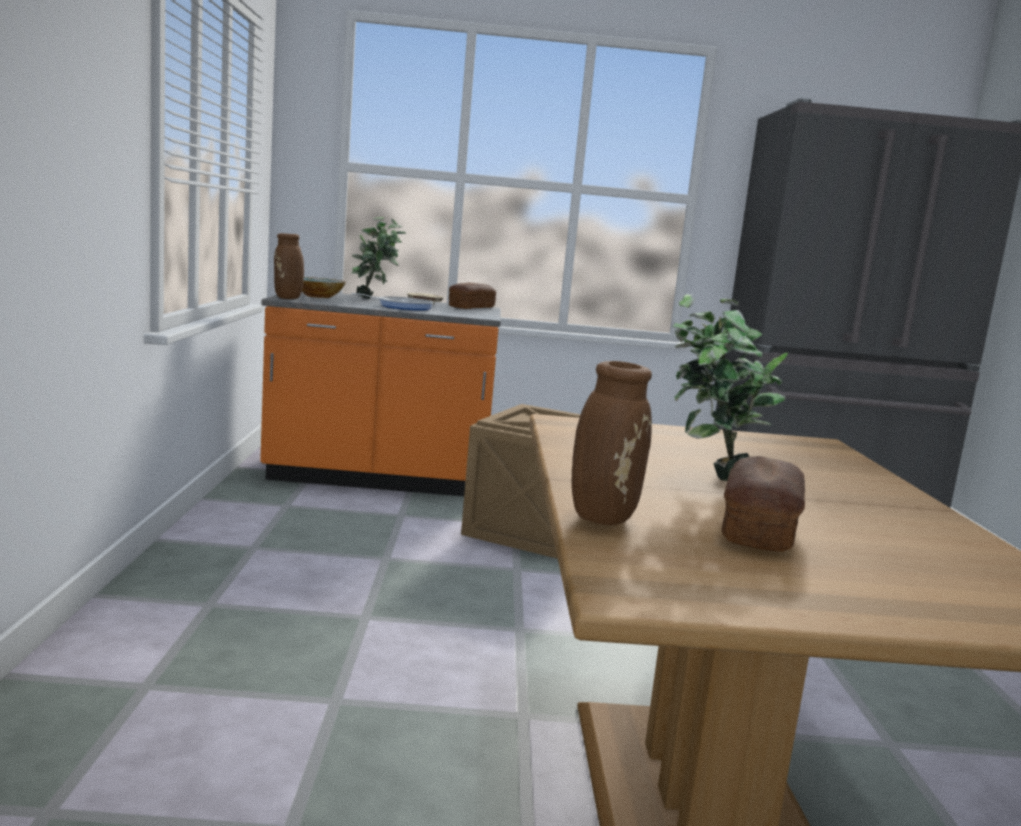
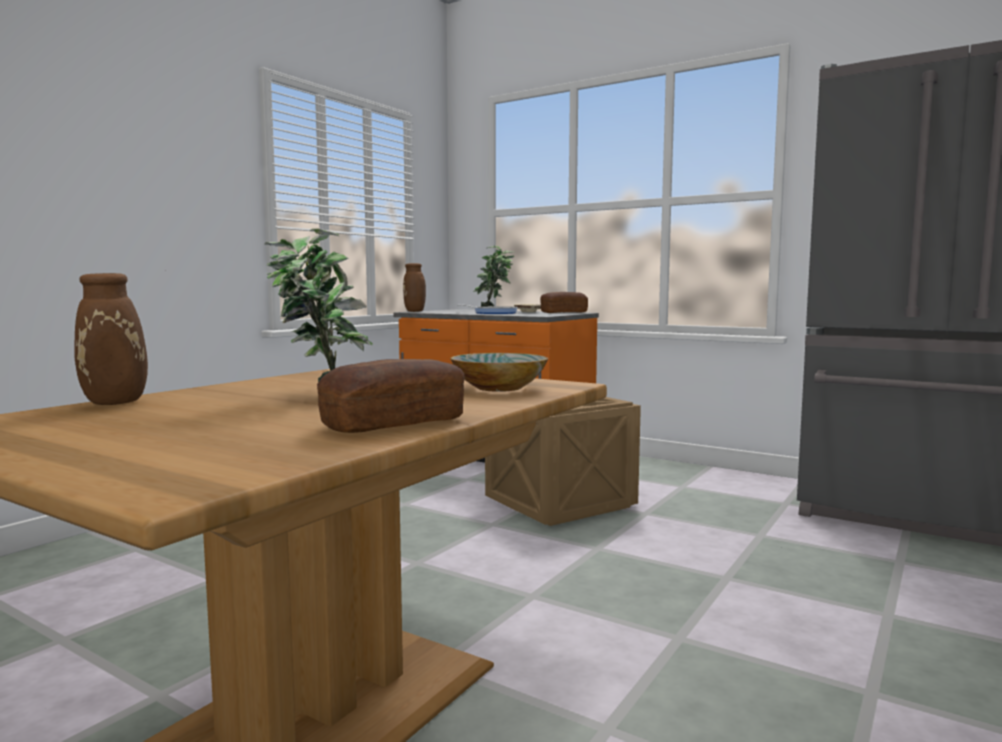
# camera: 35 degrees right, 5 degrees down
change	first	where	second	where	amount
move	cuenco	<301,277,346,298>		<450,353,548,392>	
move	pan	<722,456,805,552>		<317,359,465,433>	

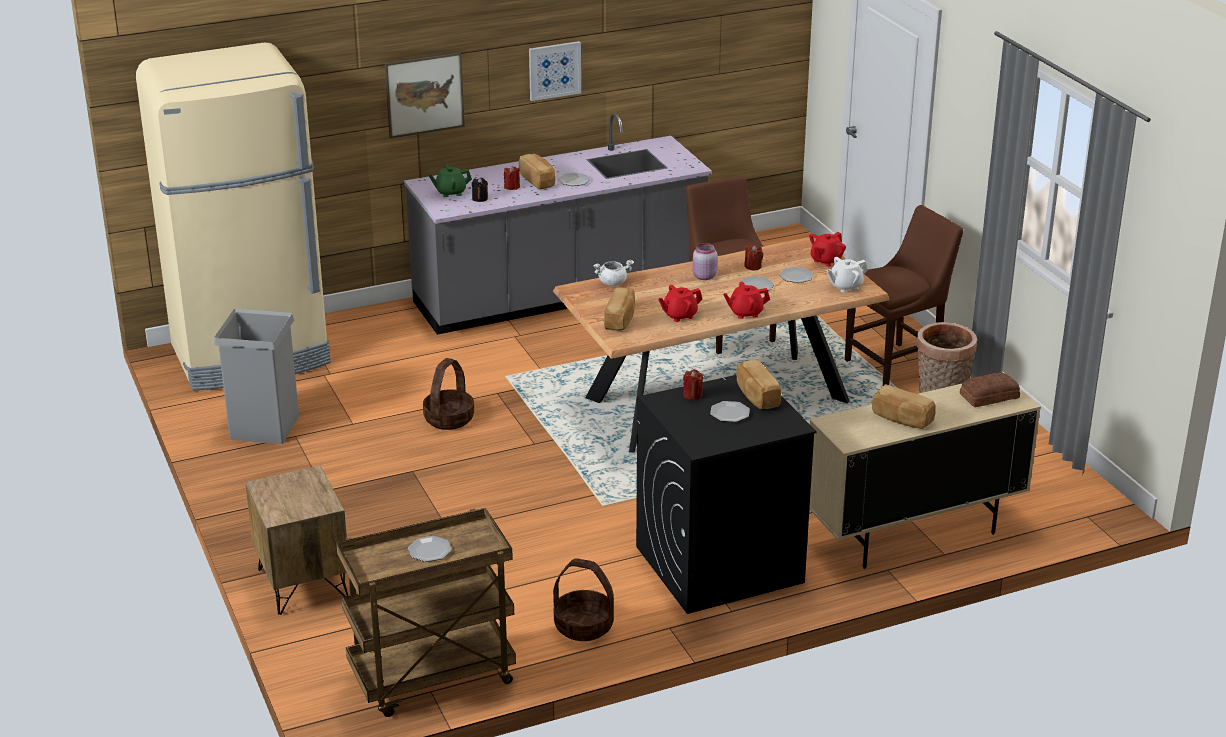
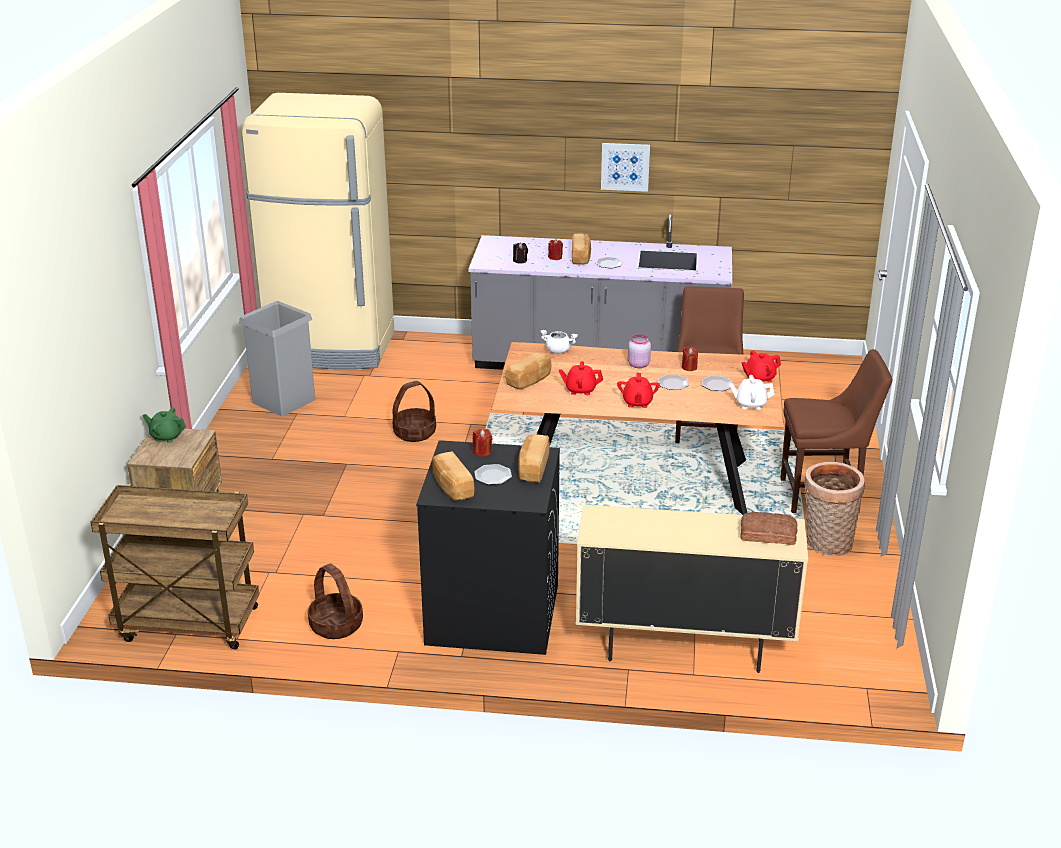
# camera: 30 degrees right, 0 degrees up
change	first	where	second	where	amount
delete	cuadro	<385,52,465,139>			
delete	plato	<408,536,452,562>			
move	tetera [verde]	<428,165,472,197>		<142,408,186,443>	
rotate	tetera [rojo]	<723,282,770,319>		<617,373,660,408>	105 degrees counterclockwise
move	pan	<872,384,936,429>		<432,451,475,501>	

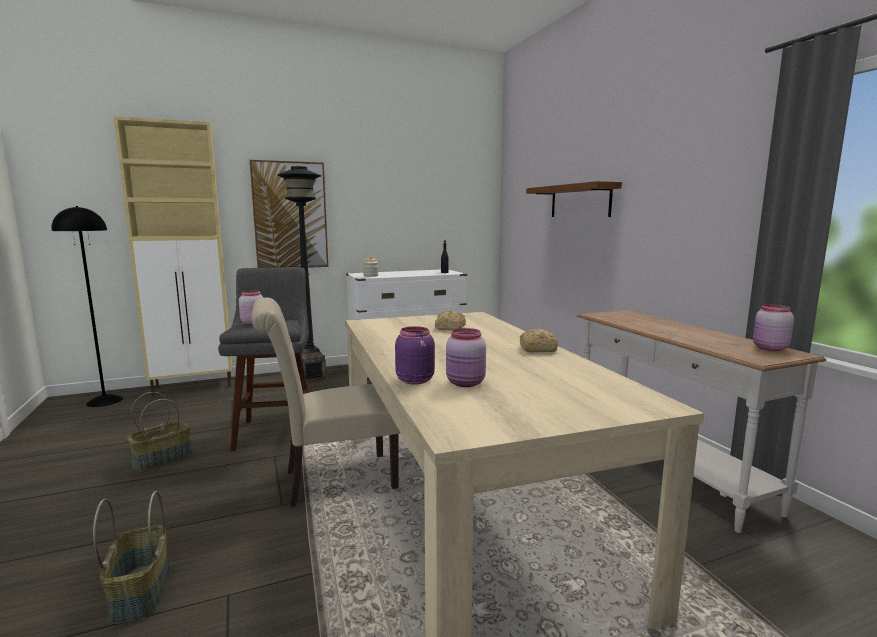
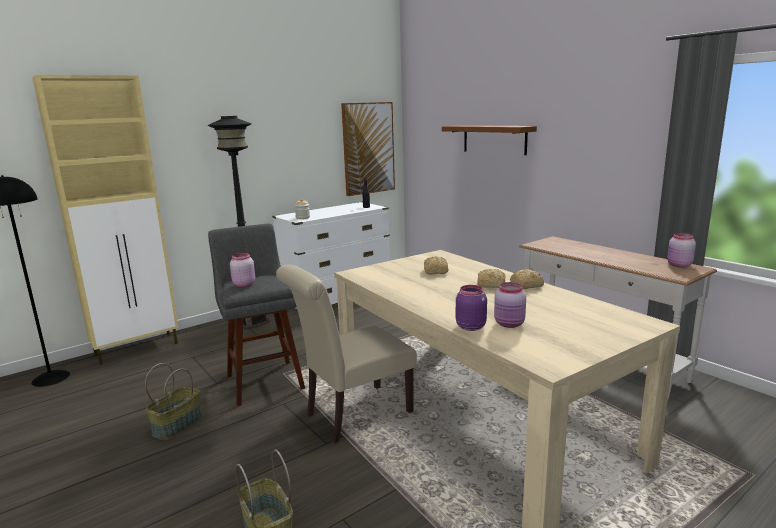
# camera: 15 degrees left, 5 degrees up
change	first	where	second	where	amount
move	cuadro	<249,160,328,268>		<341,102,395,196>	
insert			pan	<477,269,506,288>	

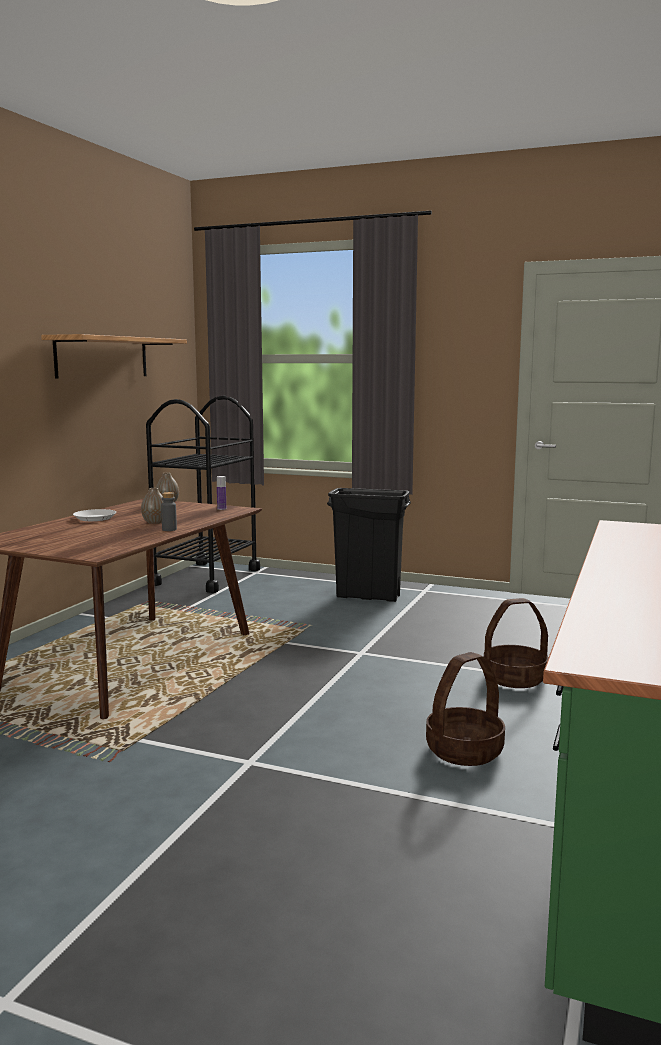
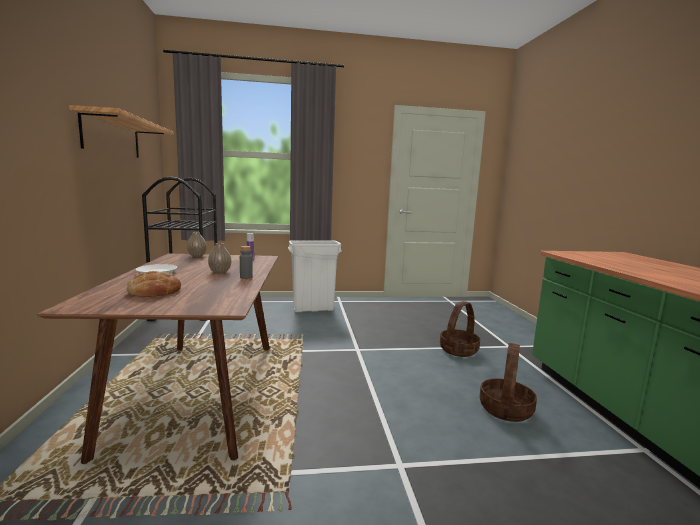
# camera: 30 degrees left, 0 degrees up
change	first	where	second	where	amount
recolor	papelera [negro]	<327,488,411,602>	papelera [blanco]	<288,240,342,312>	
insert			pan	<127,271,181,297>	

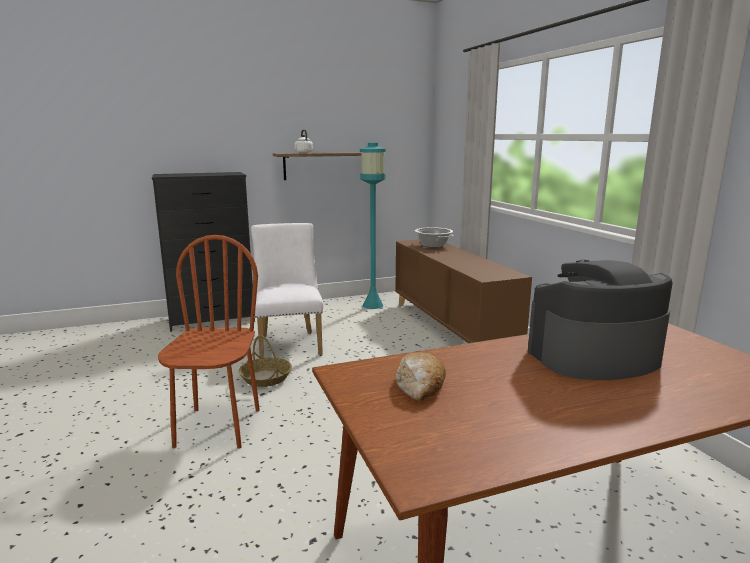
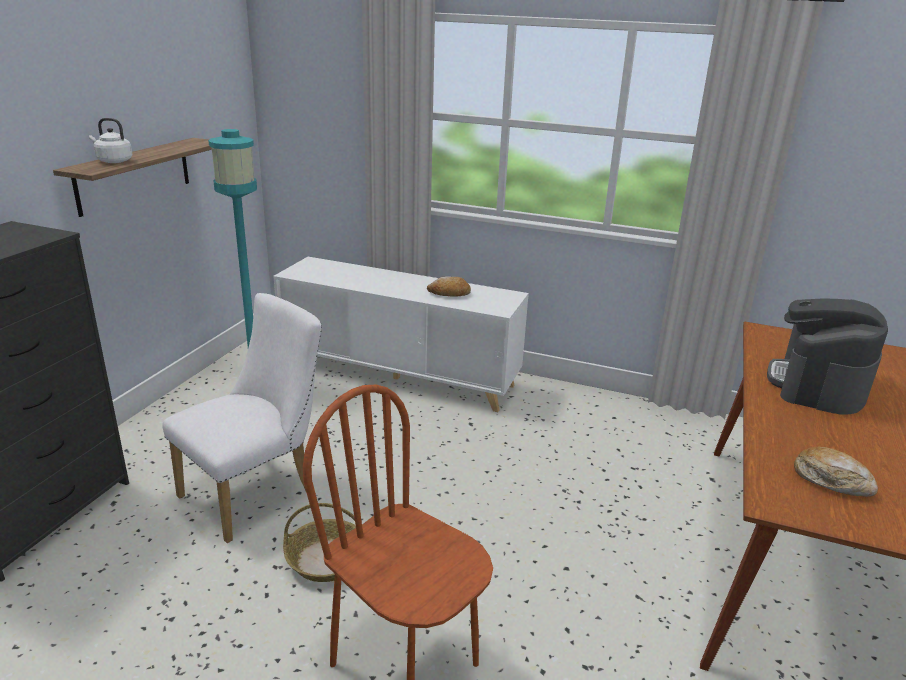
# camera: 50 degrees left, 10 degrees up
change	first	where	second	where	amount
rotate	silla [blanco]	<251,223,323,358>		<162,293,322,543>	105 degrees clockwise
recolor	armario [marrón]	<395,240,532,343>	armario [blanco]	<273,257,529,412>	
delete	olla	<415,227,454,248>			
insert			pan	<427,276,471,297>	

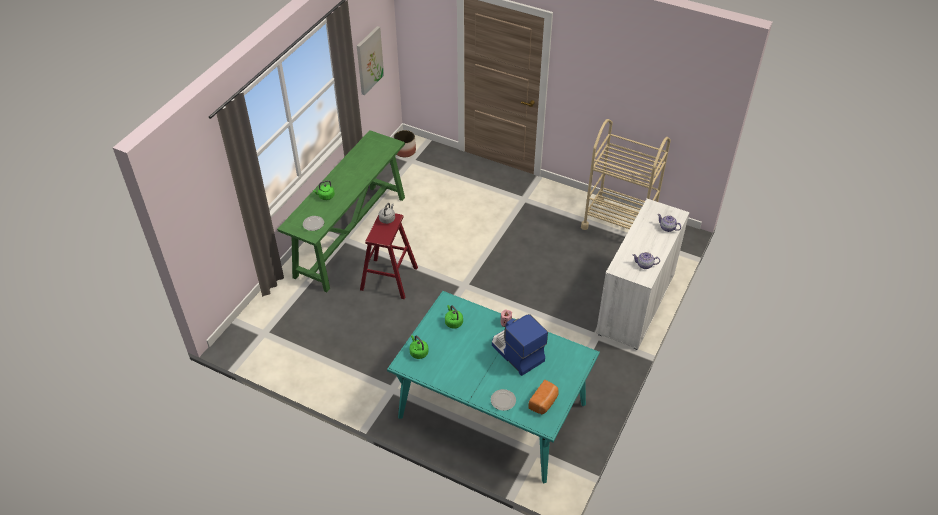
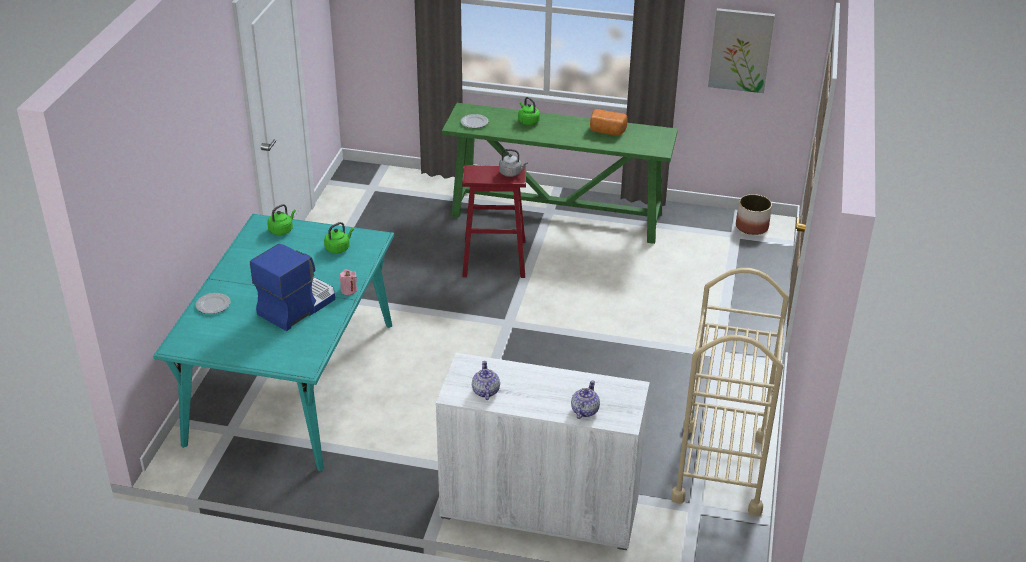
# camera: 75 degrees right, 10 degrees down
change	first	where	second	where	amount
move	pan	<528,380,559,414>		<590,109,628,136>	

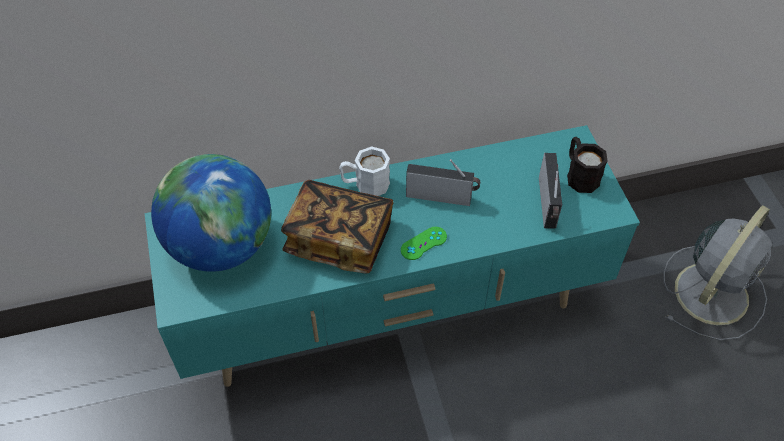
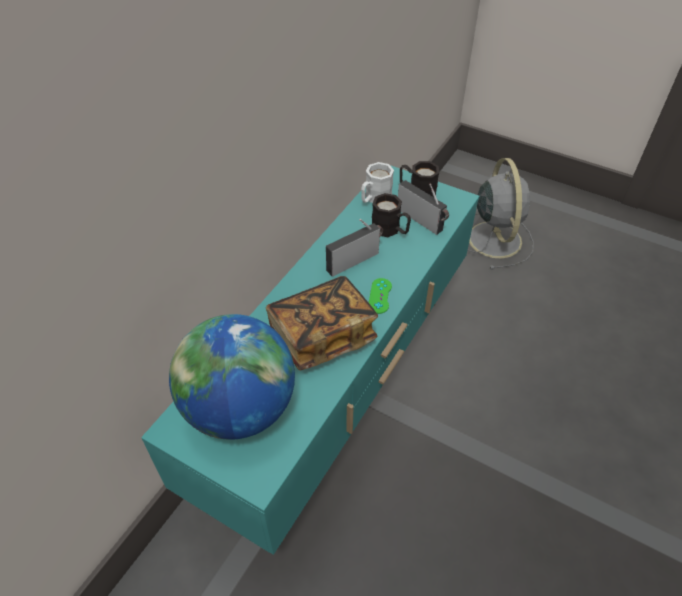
# camera: 45 degrees left, 5 degrees down
change	first	where	second	where	amount
move	taza grande [blanco]	<339,146,390,196>		<361,162,394,203>	
insert			taza grande [negro]	<372,193,411,237>	

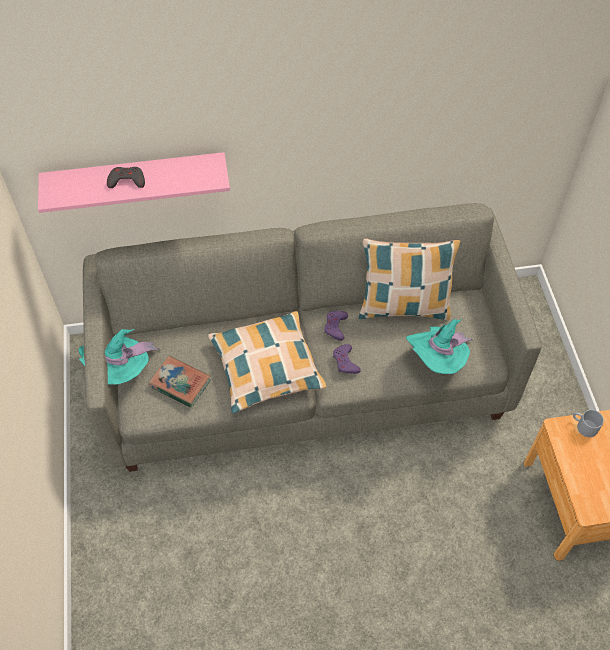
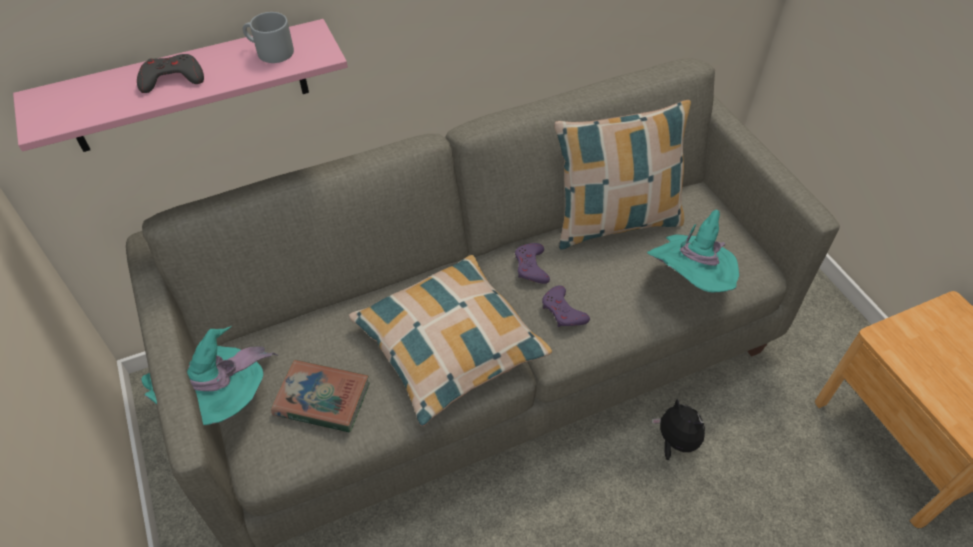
# camera: 15 degrees left, 5 degrees down
change	first	where	second	where	amount
move	taza grande [gris]	<573,410,604,437>		<243,12,294,63>	
insert			peluche	<652,399,705,460>	

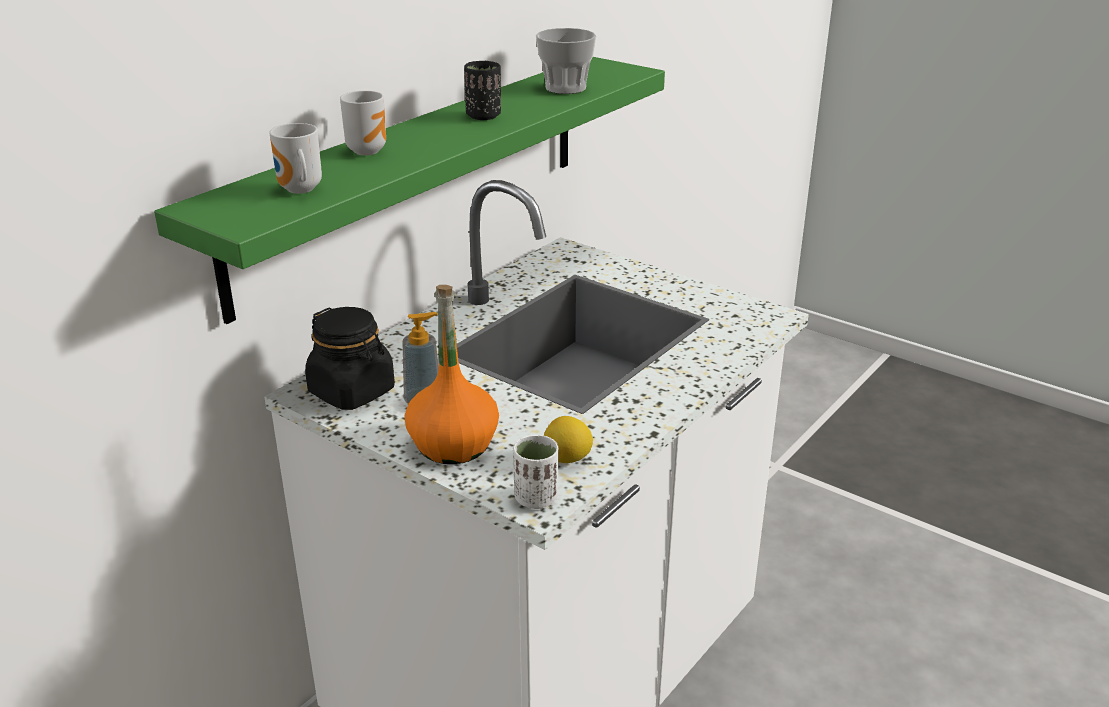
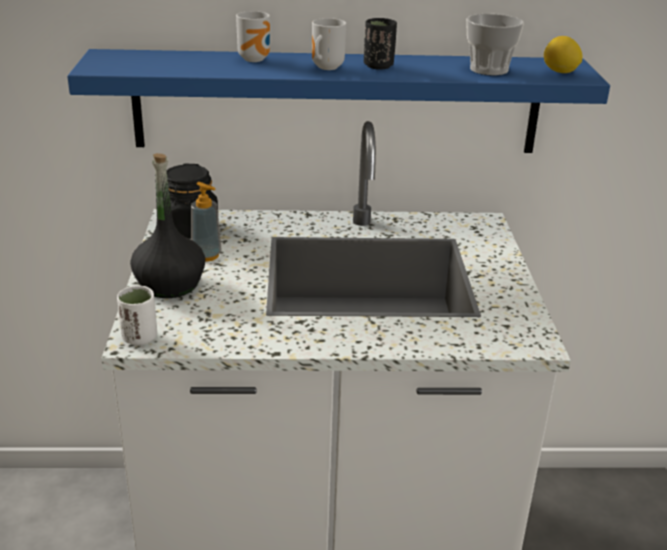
# camera: 50 degrees right, 0 degrees up
change	first	where	second	where	amount
recolor	estante [verde]	<154,57,665,324>	estante [azul]	<67,49,610,153>	
move	taza grande	<269,123,322,194>		<312,18,346,70>	
recolor	botella [naranja]	<405,285,499,464>	botella [negro]	<130,153,205,298>	
move	limón	<544,416,593,463>		<544,36,582,73>	

